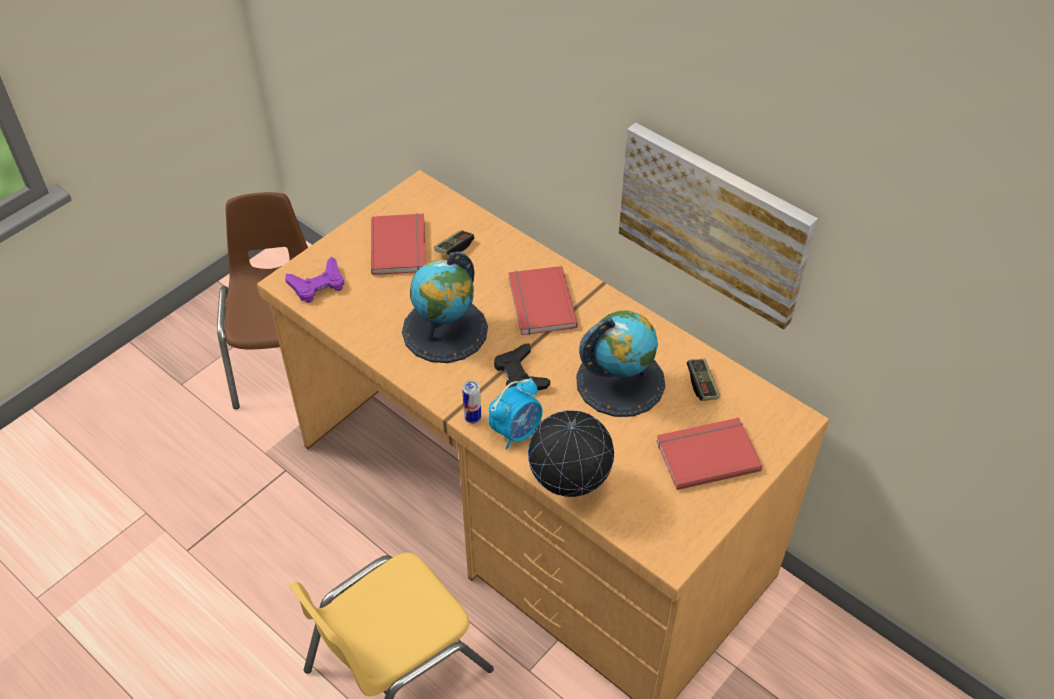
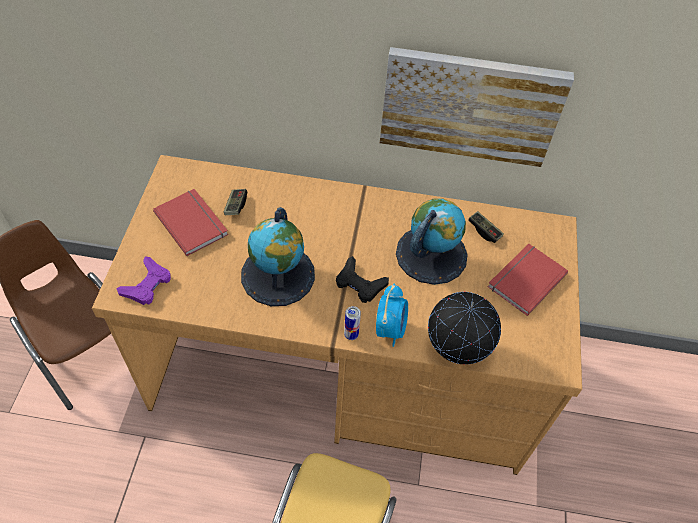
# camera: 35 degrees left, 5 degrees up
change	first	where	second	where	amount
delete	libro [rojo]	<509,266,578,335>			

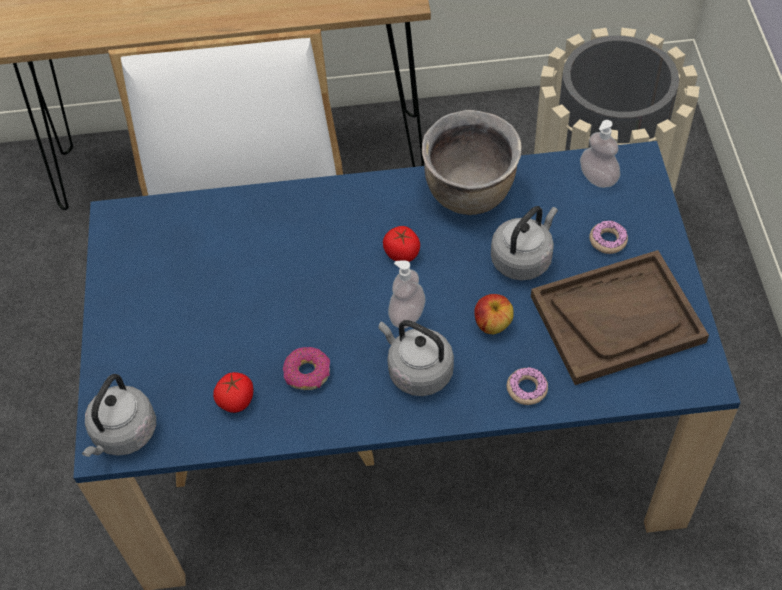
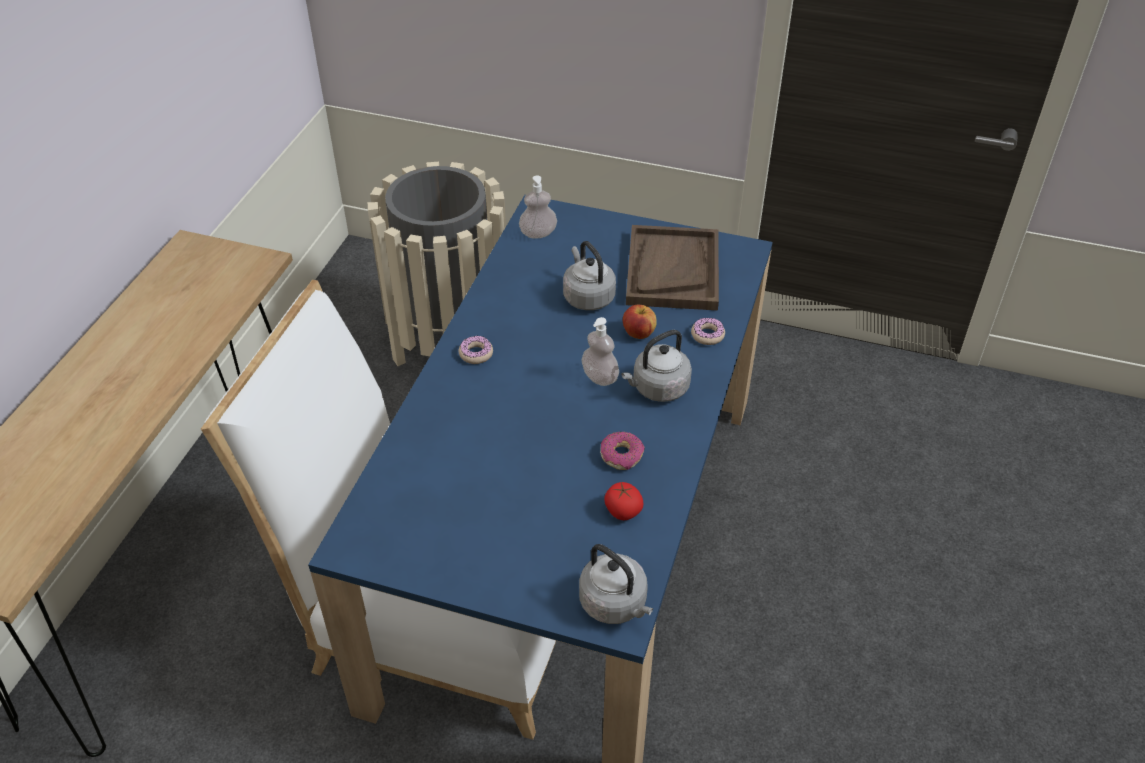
# camera: 70 degrees left, 10 degrees down
change	first	where	second	where	amount
delete	tomate	<383,226,420,262>			
delete	olla [marrón]	<422,110,522,215>			
move	rosquilla	<589,221,628,254>		<459,336,493,364>	

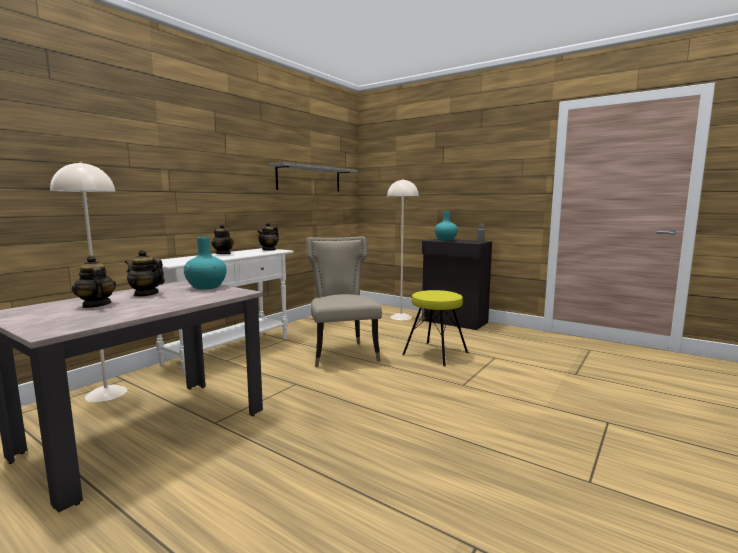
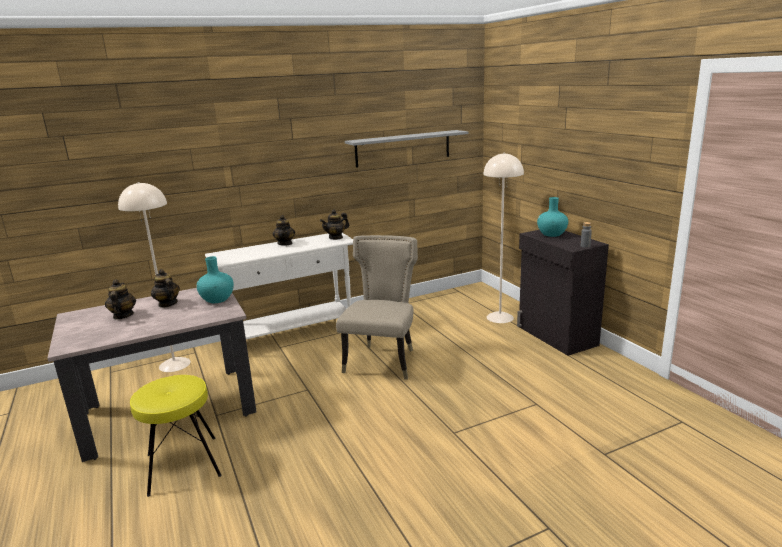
# camera: 30 degrees right, 10 degrees up
change	first	where	second	where	amount
move	taburete [amarillo]	<402,290,468,366>		<130,375,222,497>	

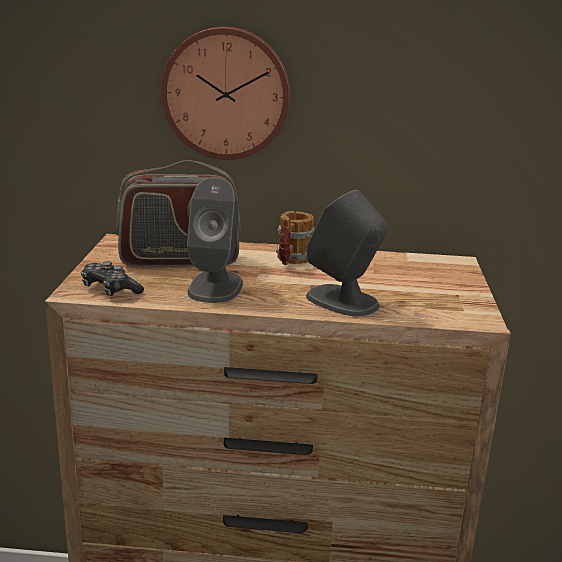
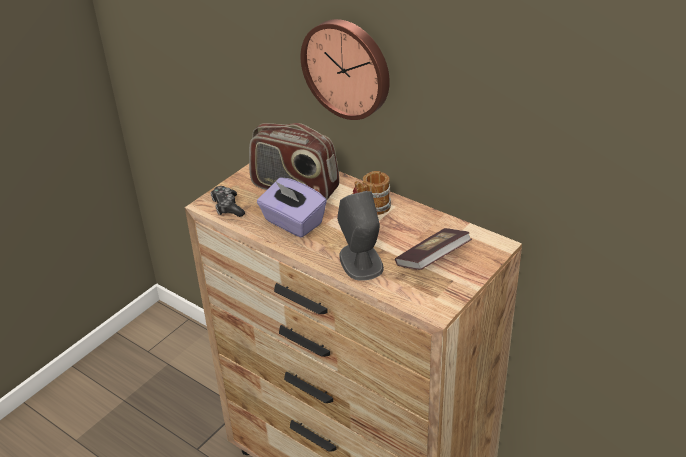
# camera: 35 degrees right, 15 degrees up
change	first	where	second	where	amount
replace	altavoz [gris]	<187,177,243,303>	caja de pañuelos [morado]	<257,178,327,238>	
insert			libro	<395,228,472,270>	

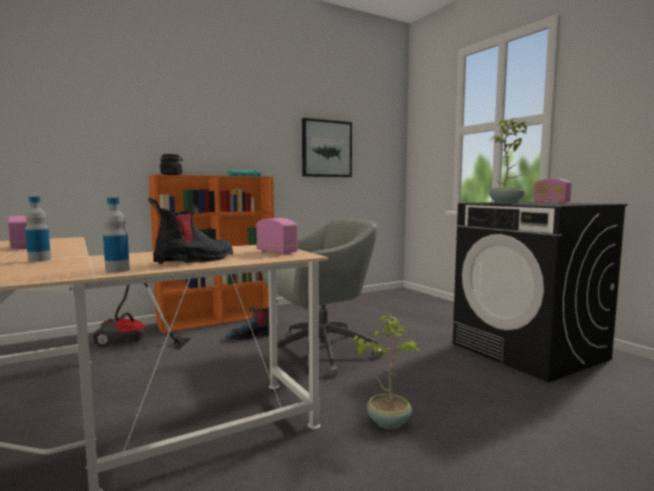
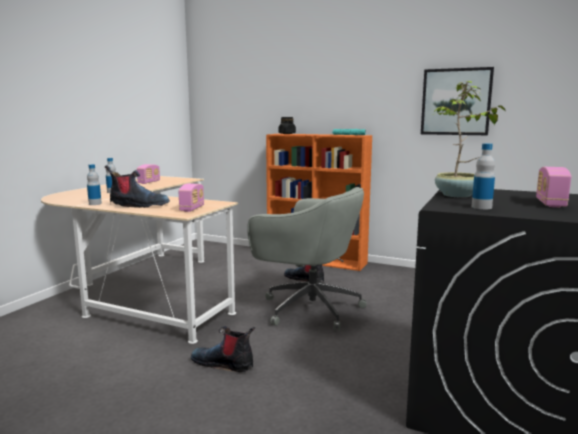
# camera: 55 degrees right, 5 degrees up
change	first	where	second	where	amount
delete	aspiradora	<93,283,191,349>			
replace	planta en maceta	<351,314,419,429>	bota	<191,326,255,372>	
insert			botella	<472,143,495,209>	

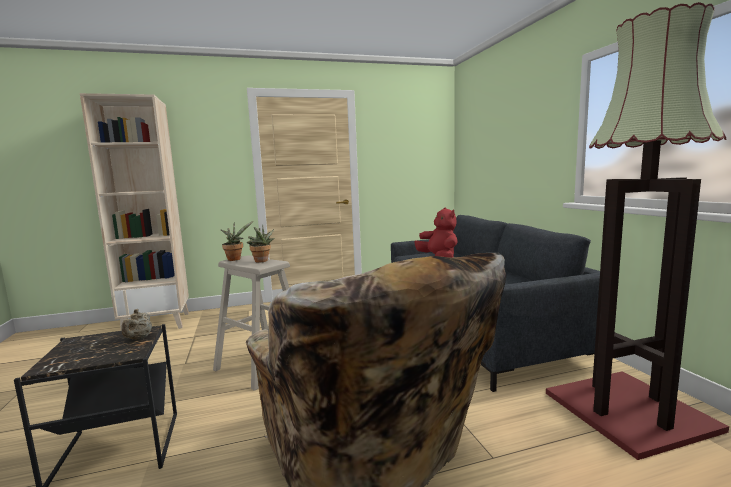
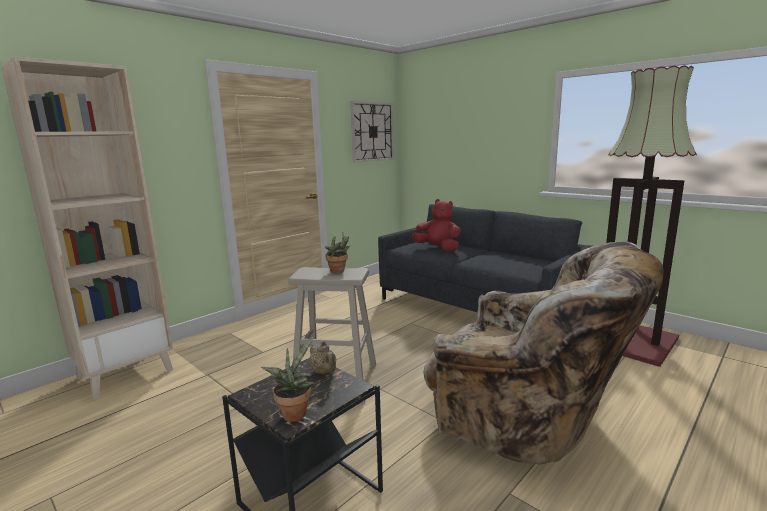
# camera: 30 degrees left, 5 degrees up
change	first	where	second	where	amount
move	planta en maceta	<221,221,253,261>		<261,337,314,422>	
insert			reloj de pared	<350,101,394,162>	

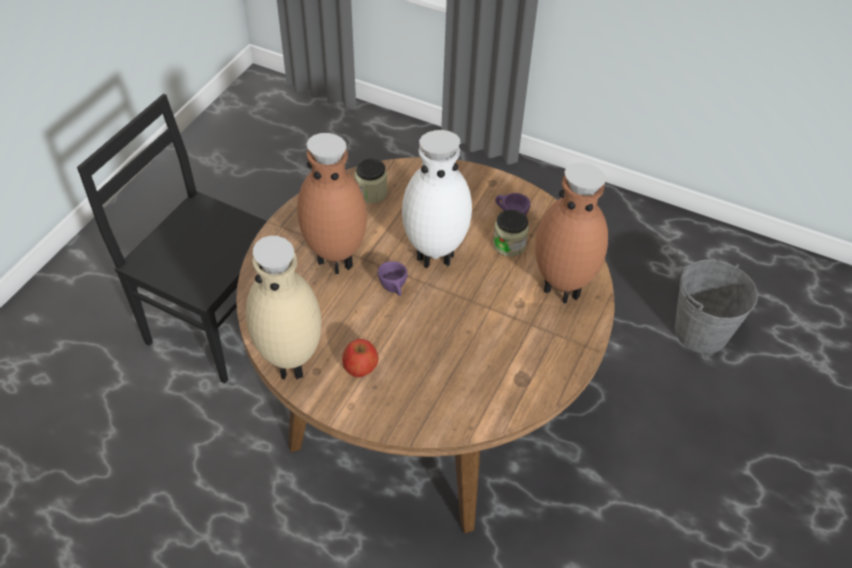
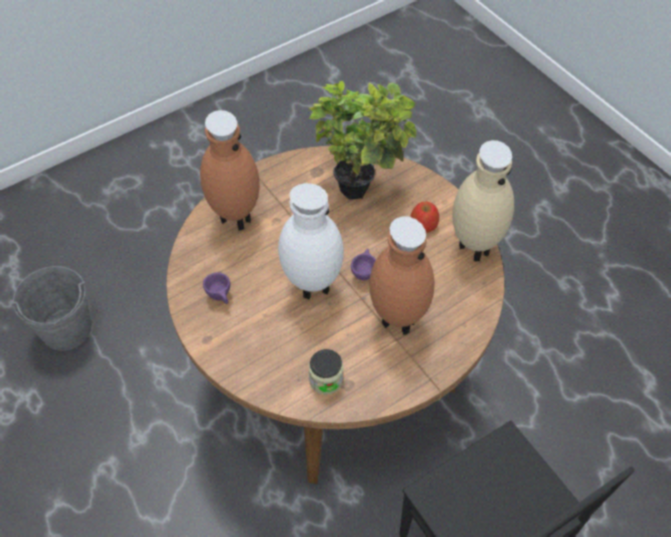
# camera: 150 degrees left, 5 degrees up
change	first	where	second	where	amount
delete	tarro	<493,210,529,256>			
insert			planta en maceta	<308,81,417,200>	

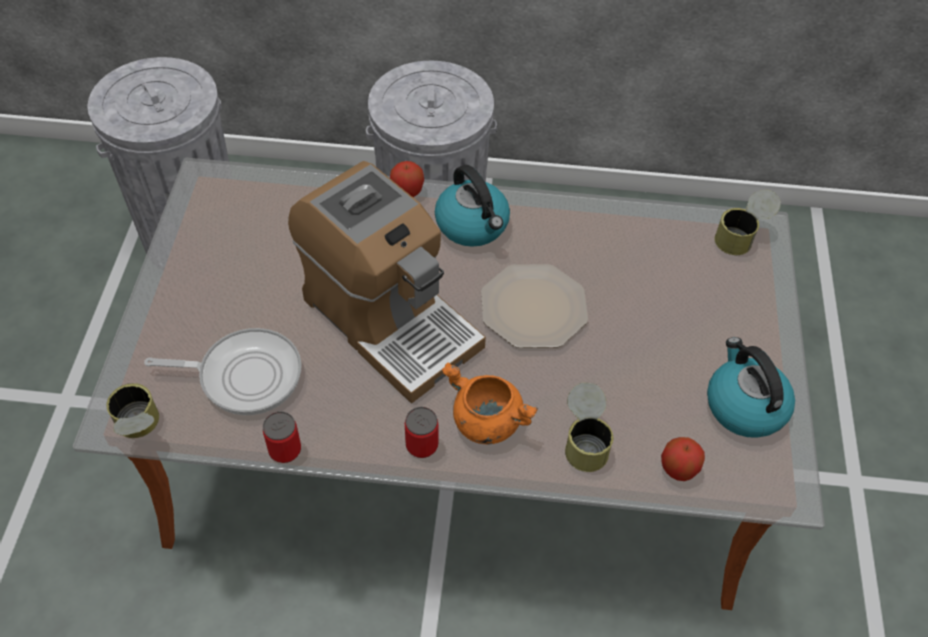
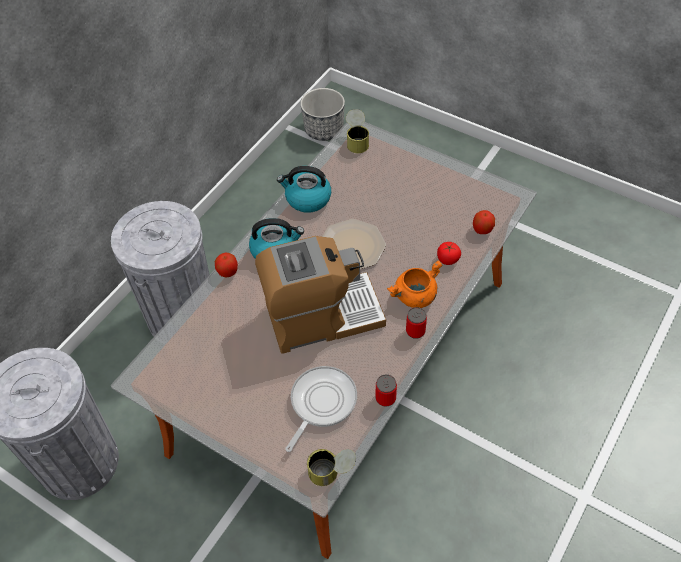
# camera: 60 degrees left, 0 degrees up
change	first	where	second	where	amount
replace	lata	<565,383,613,472>	tomate	<437,242,461,265>	
move	hervidor	<707,337,795,438>		<277,166,331,213>	
insert			maceta	<300,88,345,141>	

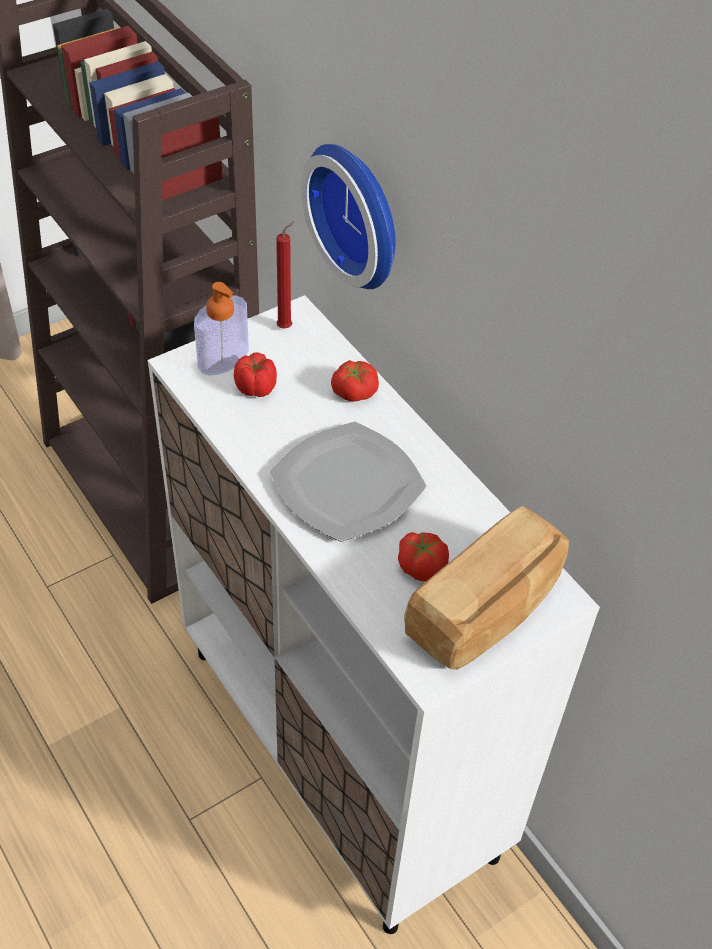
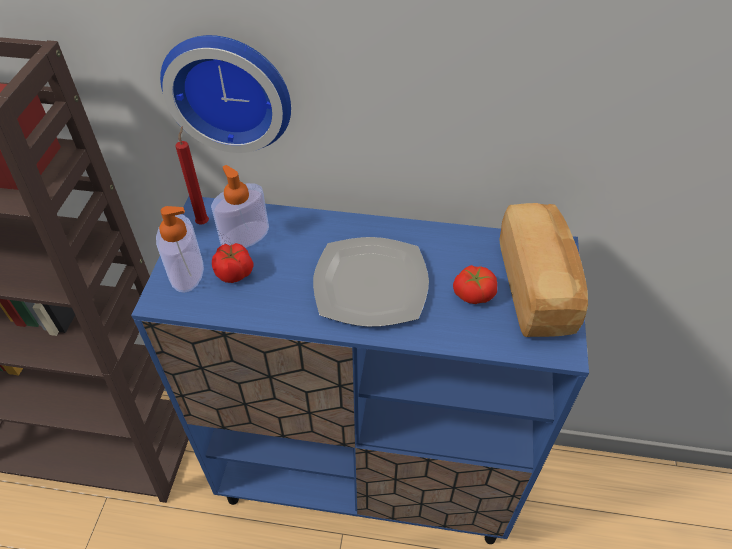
# camera: 45 degrees left, 0 degrees up
change	first	where	second	where	amount
recolor	armario [blanco]	<148,295,600,934>	armario [azul]	<131,196,589,544>	
delete	tomate	<331,360,379,402>			
insert			dispensador de jabón	<211,165,269,248>	

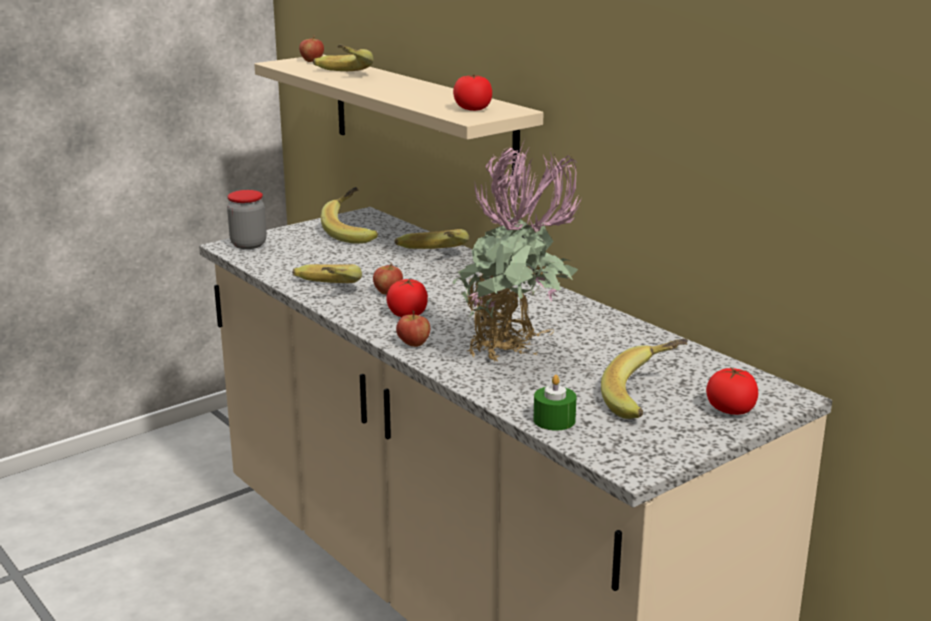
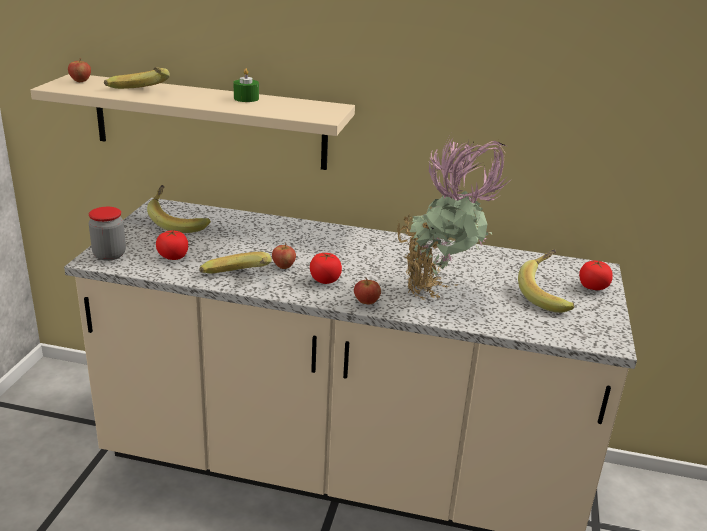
# camera: 40 degrees left, 5 degrees up
change	first	where	second	where	amount
delete	plátano	<394,229,469,249>			
move	tomate	<453,75,492,111>		<156,230,188,260>	
move	vela [verde]	<534,375,576,431>		<233,69,259,102>	

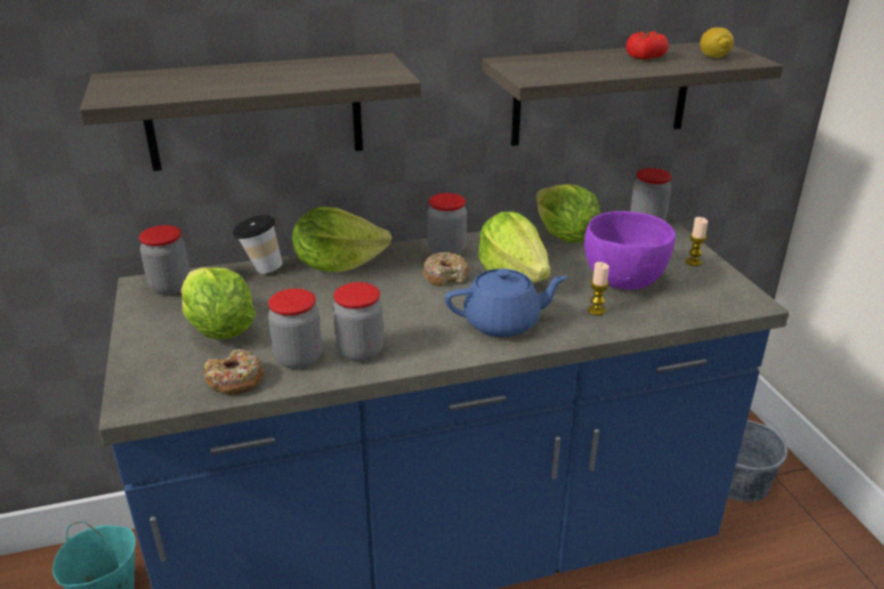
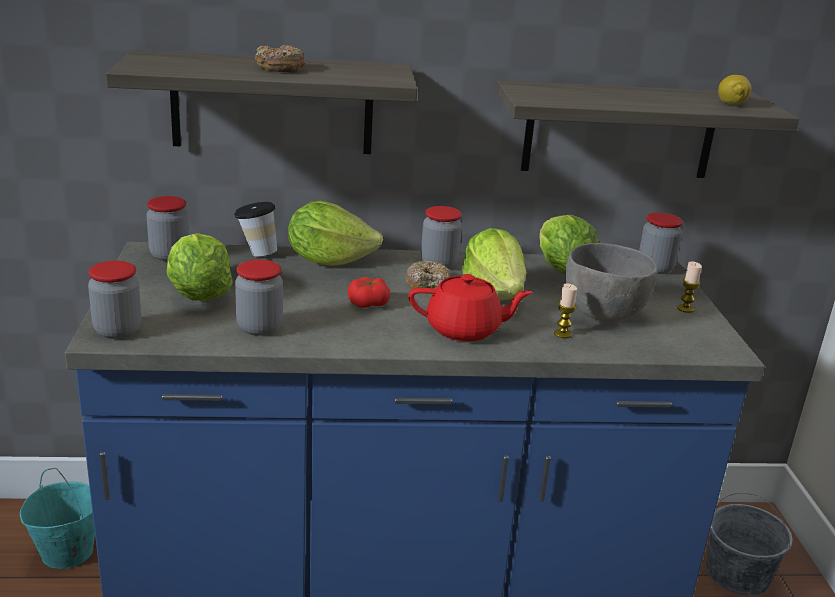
# camera: 10 degrees right, 5 degrees down
change	first	where	second	where	amount
move	rosquilla	<204,349,264,395>		<255,45,305,72>	
move	tarro	<333,282,384,362>		<88,261,142,339>	
recolor	tetera [azul]	<445,269,568,337>	tetera [rojo]	<408,274,533,341>	
recolor	cuenco [morado]	<584,211,675,290>	cuenco [gris]	<565,243,658,322>	
move	tomate	<626,31,669,59>		<348,277,390,308>	

